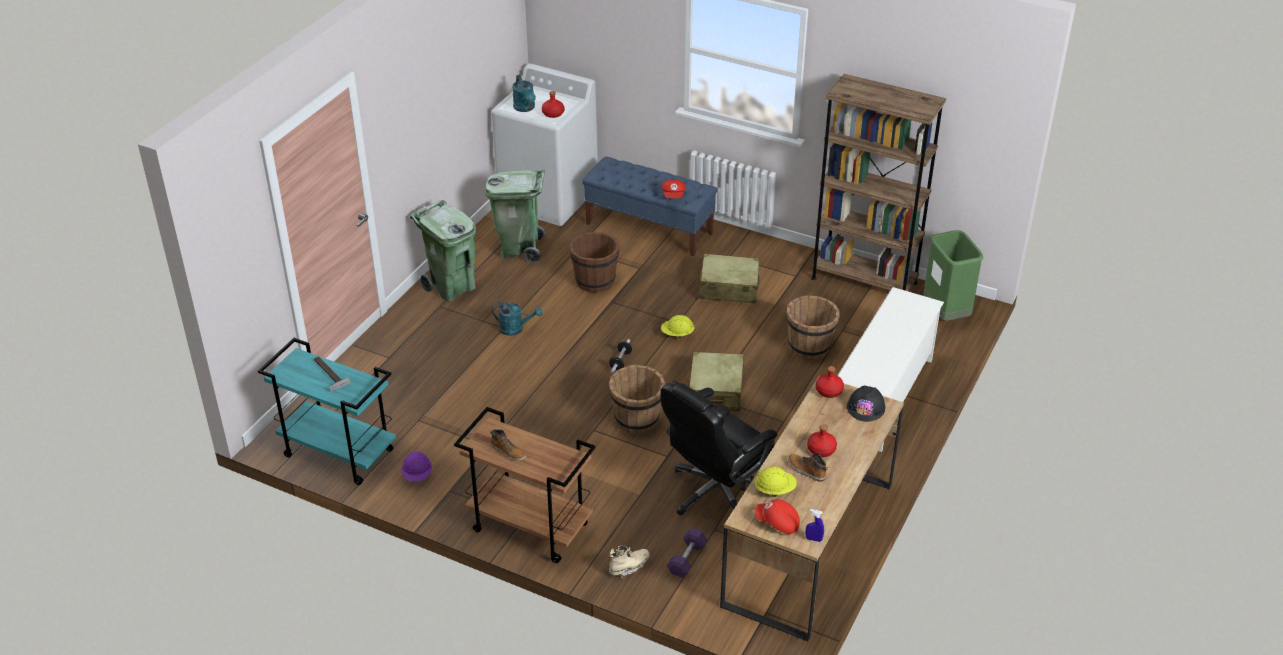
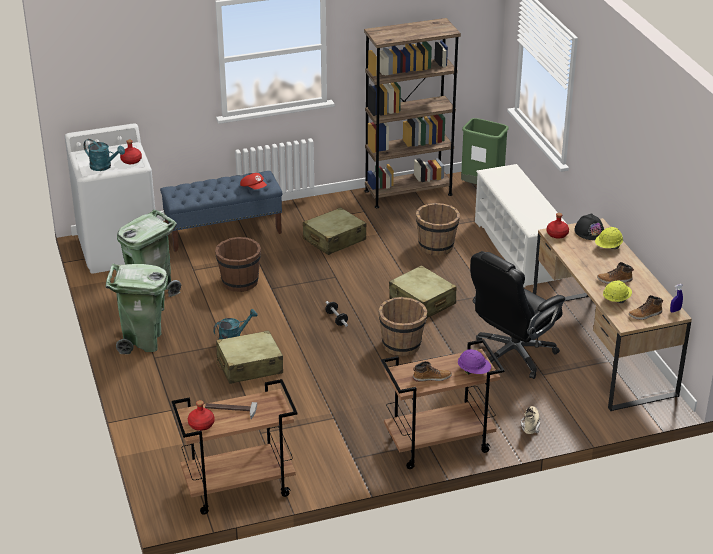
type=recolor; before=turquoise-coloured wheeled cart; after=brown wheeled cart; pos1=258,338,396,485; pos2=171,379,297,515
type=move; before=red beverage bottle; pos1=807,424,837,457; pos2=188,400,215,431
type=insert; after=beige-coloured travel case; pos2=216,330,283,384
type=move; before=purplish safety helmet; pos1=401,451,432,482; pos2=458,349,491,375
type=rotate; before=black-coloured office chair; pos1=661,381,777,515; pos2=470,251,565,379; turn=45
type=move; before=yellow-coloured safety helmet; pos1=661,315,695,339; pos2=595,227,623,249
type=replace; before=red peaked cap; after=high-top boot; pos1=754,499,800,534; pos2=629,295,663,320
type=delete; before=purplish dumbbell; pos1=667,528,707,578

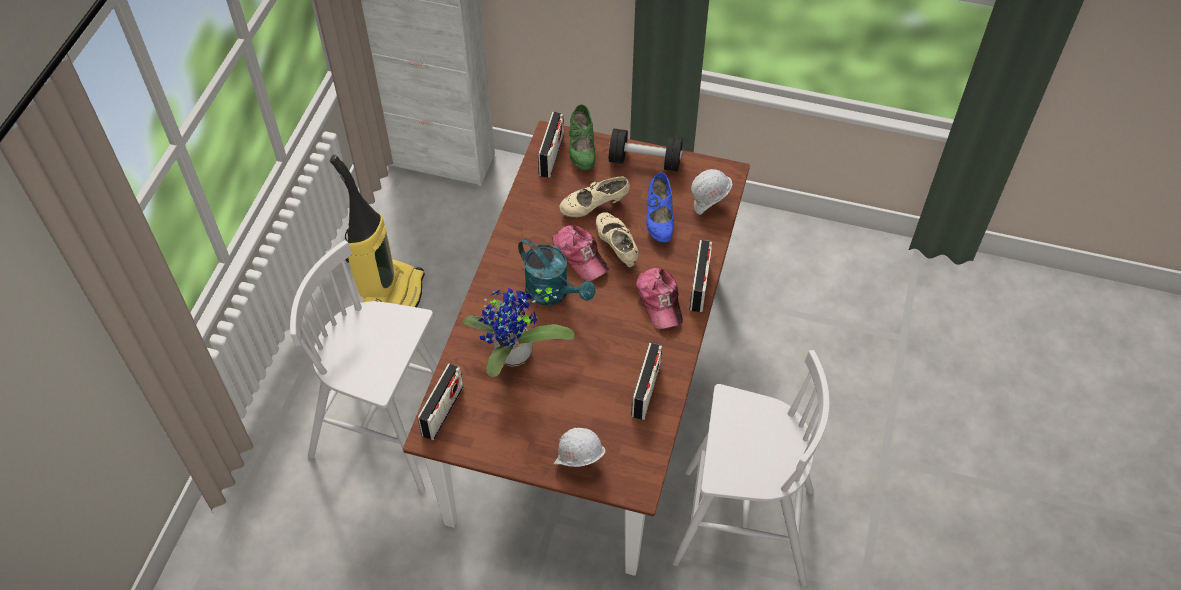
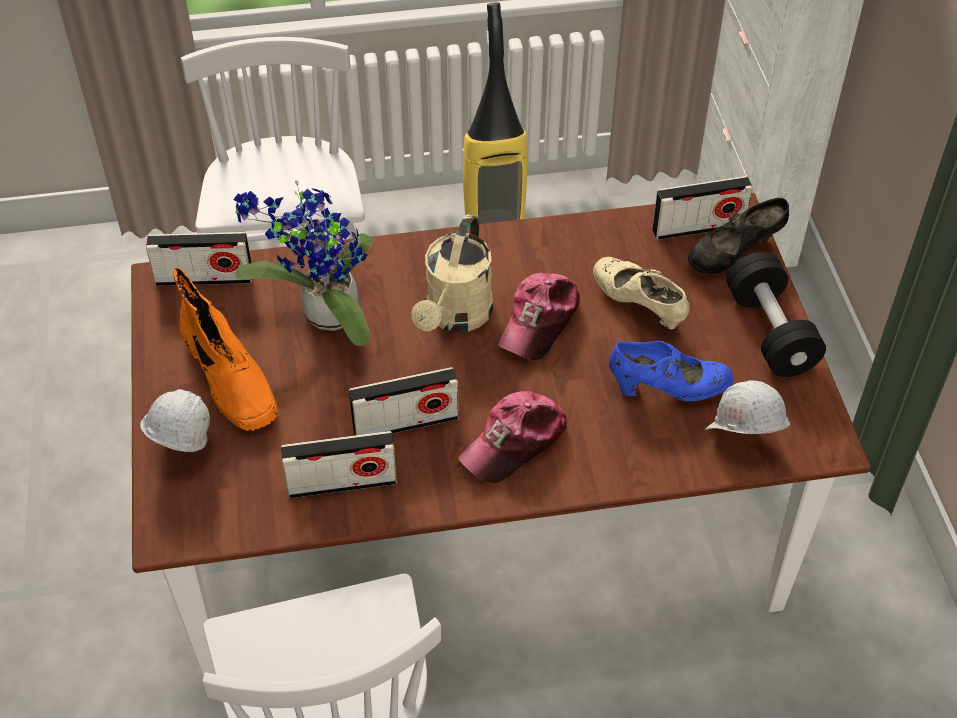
type=insert; after=orange-coloured high-top boot; pos2=173,267,278,431
type=move; before=radio set; pos1=689,240,712,312; pos2=349,367,459,435
type=recolor; before=turquoise-coloured watering can; after=beige-coloured watering can; pos1=518,238,595,306; pos2=411,214,493,332
type=rotate; before=bluish item of footwear; pos1=646,172,674,242; pos2=609,341,733,402; turn=-150
type=recolor; before=green-coloured item of footwear; after=black-coloured item of footwear; pos1=569,104,595,170; pos2=688,198,789,274
type=delete; before=beige-coloured item of footwear; pos1=596,212,638,267

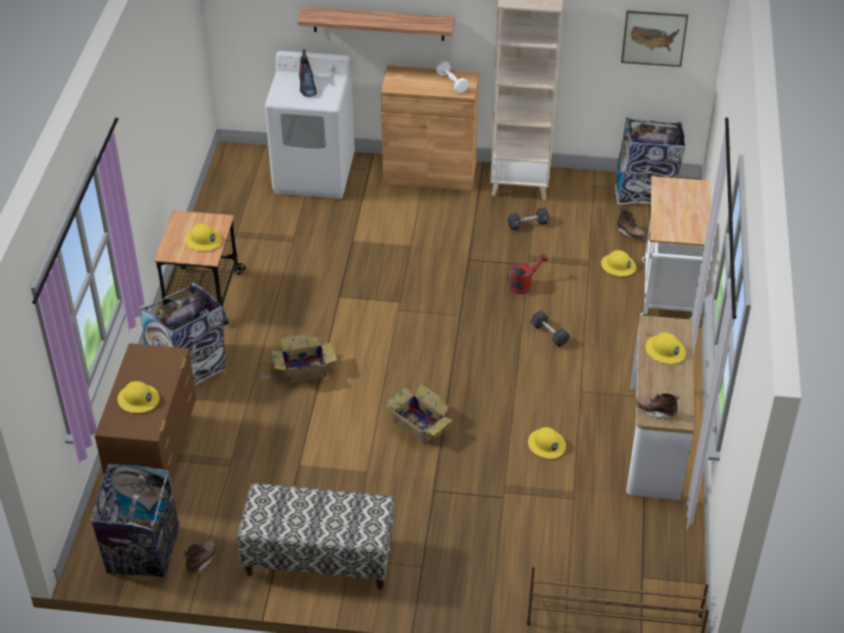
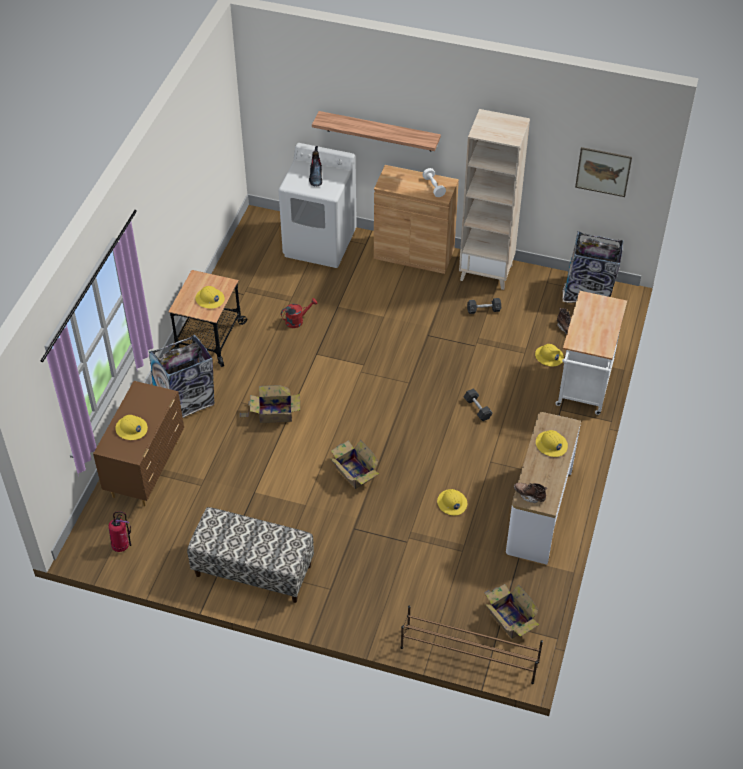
type=replace; before=rubbish bin; after=extinguisher; pos1=91,464,180,577; pos2=109,511,131,552
type=move; before=red watering can; pos1=507,254,548,294; pos2=281,298,318,328
type=insert; after=carton; pos2=484,584,539,639
type=delete; before=brown high-top boot; pos1=184,540,216,573

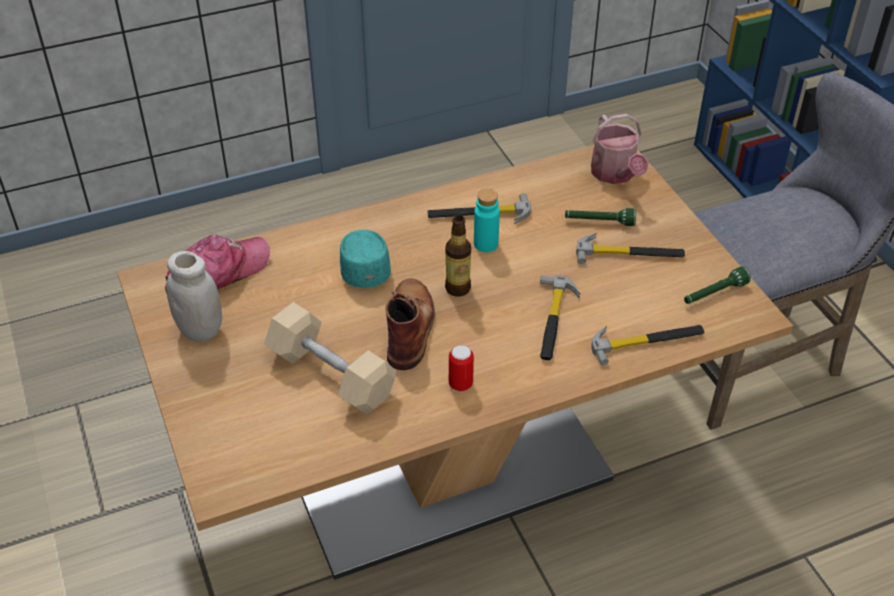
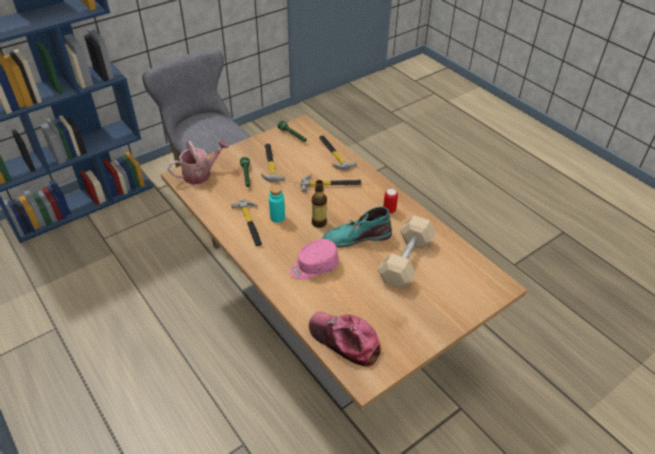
type=recolor; before=turquoise-coloured peaked cap; after=pinkish peaked cap; pos1=340,230,391,288; pos2=290,239,339,279
type=recolor; before=brown high-top boot; after=turquoise-coloured high-top boot; pos1=385,278,435,370; pos2=322,206,392,247
type=delete; before=white preserve jar; pos1=166,251,222,341

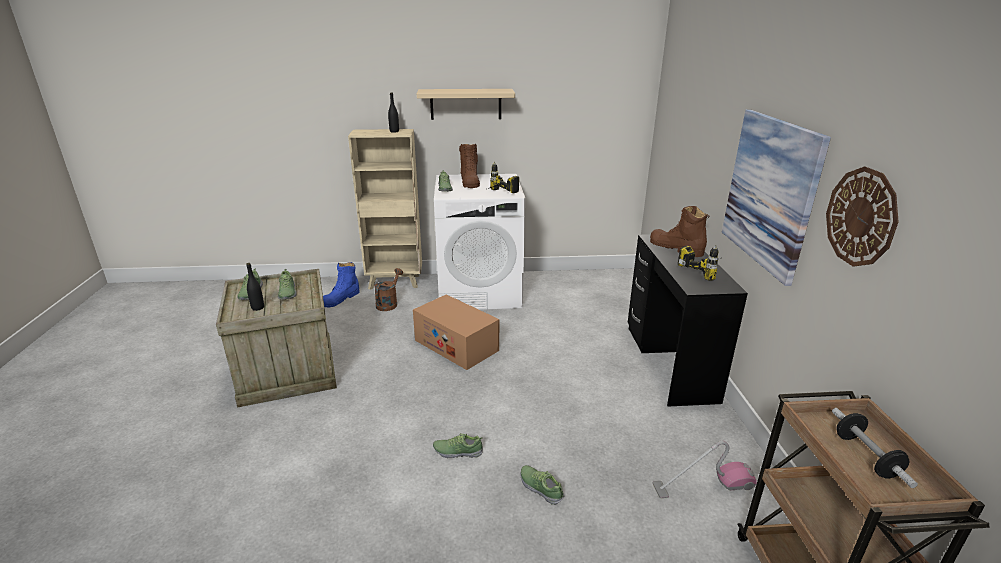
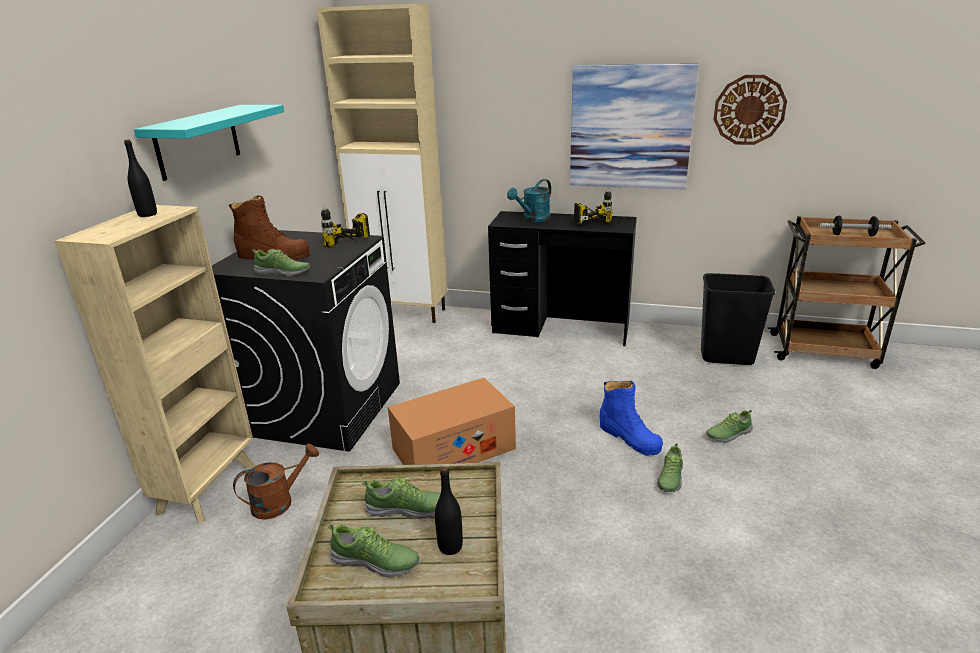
type=recolor; before=beige-coloured bracket shelf; after=turquoise-coloured bracket shelf; pos1=417,89,515,120; pos2=134,105,284,181
type=recolor; before=white laundry machine; after=black-coloured laundry machine; pos1=434,174,525,310; pos2=212,230,400,451
type=rotate; before=brown watering can; pos1=374,268,403,311; pos2=233,443,319,520; turn=105
type=insert; after=beige-coloured cupboard; pos2=317,4,447,323
type=replace; before=brown high-top boot; after=turquoise-coloured watering can; pos1=650,206,710,257; pos2=507,179,551,222
type=move; before=bluish high-top boot; pos1=323,262,360,307; pos2=599,381,663,456
type=replace; before=vacuum cleaner; after=black-coloured rubbish bin; pos1=653,441,757,499; pos2=701,273,775,365

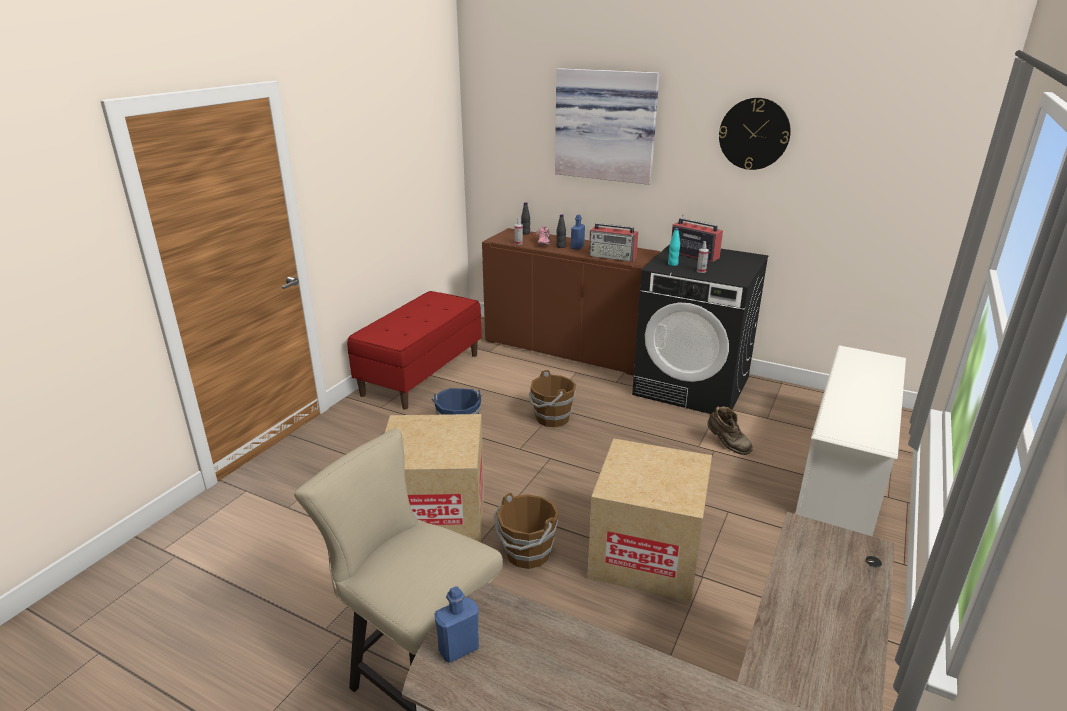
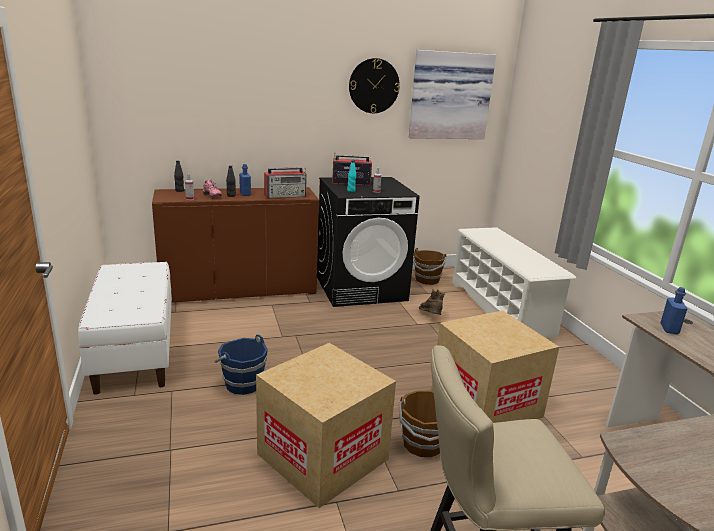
type=recolor; before=red long seat; after=white long seat; pos1=347,291,482,409; pos2=78,262,172,395
type=move; before=wall art; pos1=555,68,660,185; pos2=409,50,496,139
type=move; before=brown pail; pos1=529,370,576,427; pos2=413,248,446,285
type=rotate; before=brown high-top boot; pos1=707,406,753,455; pos2=419,289,446,315; turn=-105
type=move; before=bluish beverage bottle; pos1=435,586,479,663; pos2=660,287,688,334

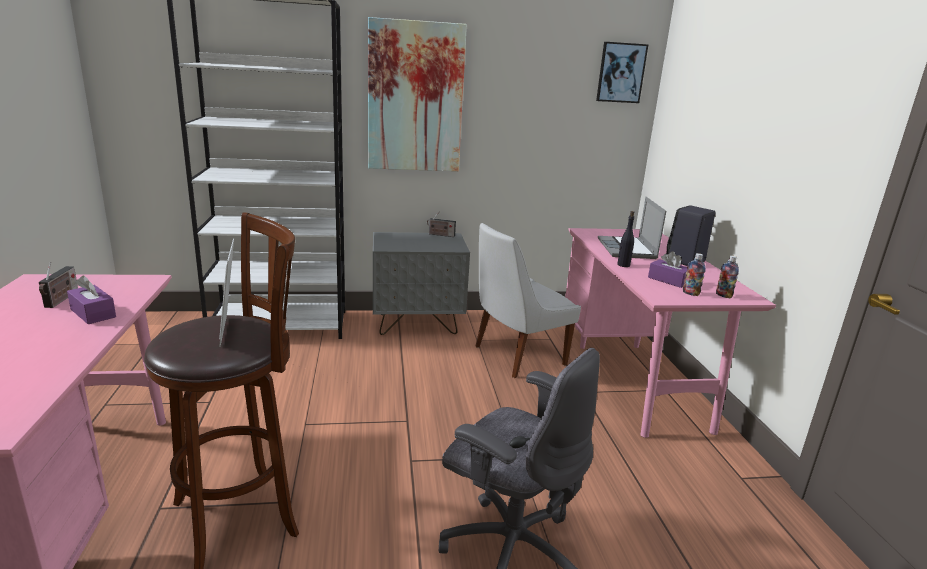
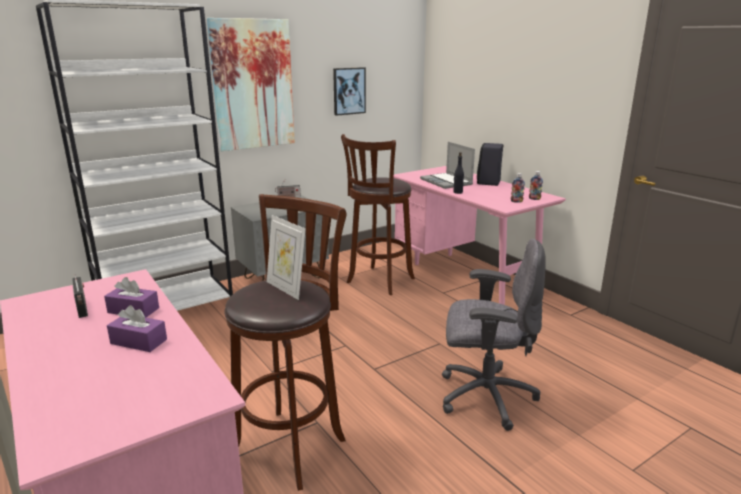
type=move; before=purplish tissue box; pos1=648,251,687,288; pos2=107,305,167,352
type=move; before=wall art; pos1=596,42,648,103; pos2=333,67,366,116
type=replace; before=white chair; after=brown stool seat; pos1=476,223,581,378; pos2=341,134,415,295

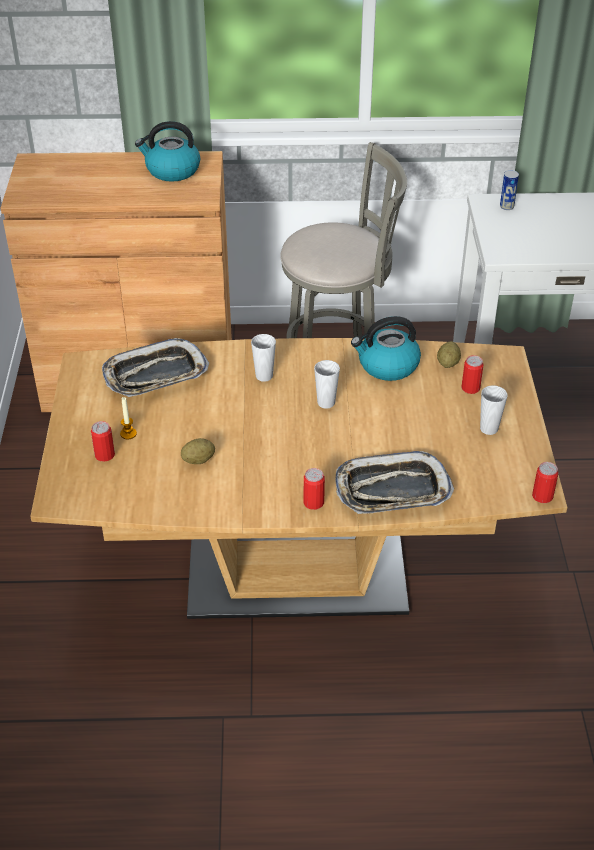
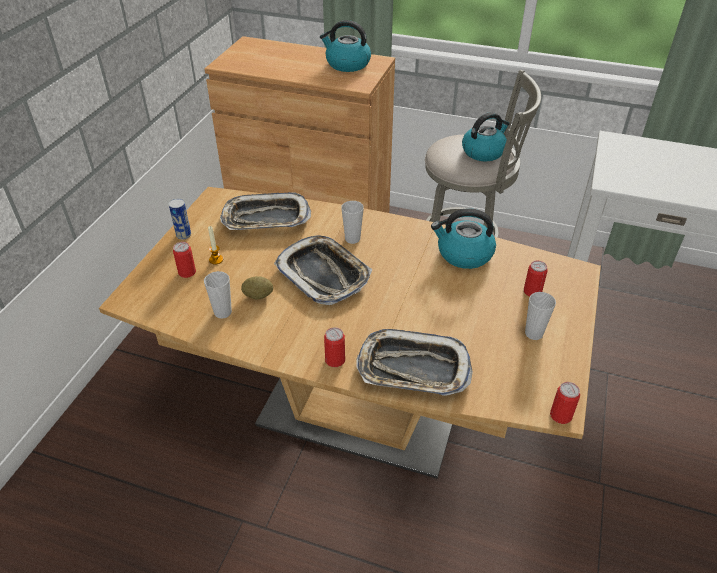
type=move; before=sealed can; pos1=500,170,519,210; pos2=169,199,191,240
type=move; before=drinking cup; pos1=314,360,340,409; pos2=204,271,232,319
type=insert; after=carrying tray; pos2=274,235,373,305
type=insert; after=water kettle; pos2=462,112,510,161
type=delete; before=potato; pos1=437,341,461,368

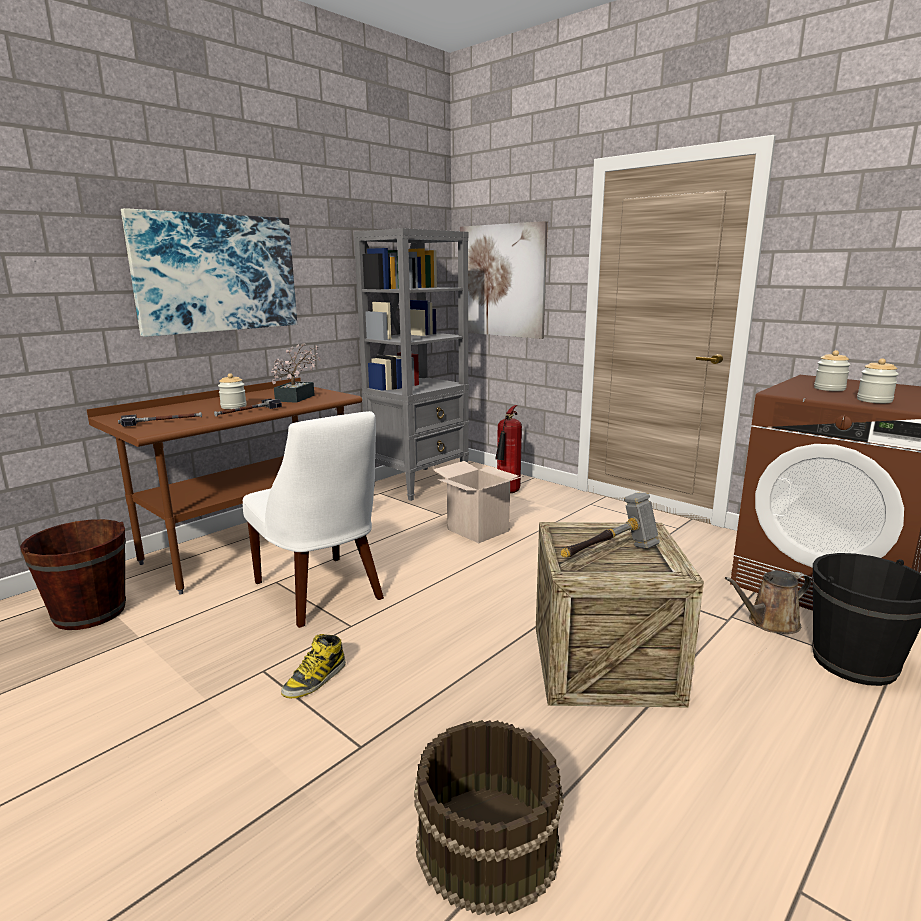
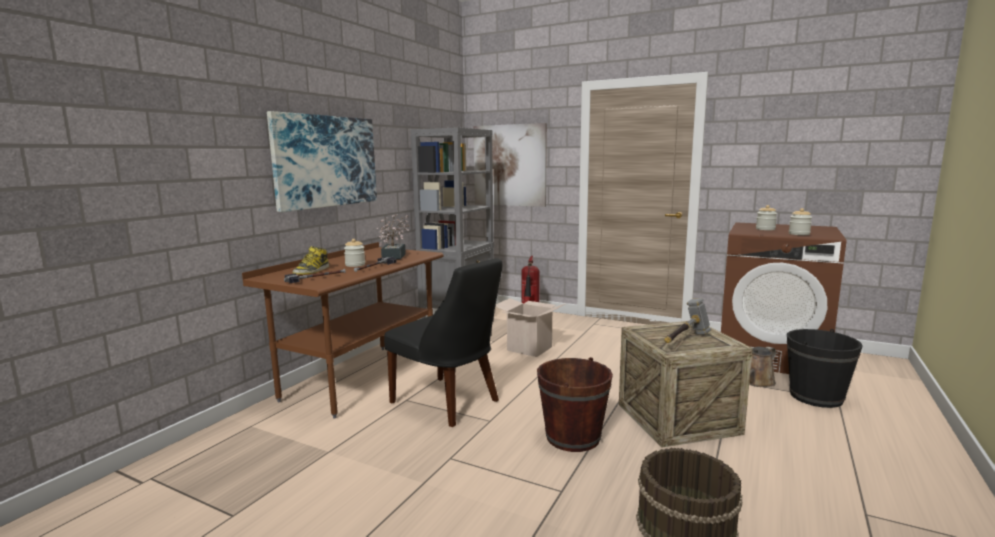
type=move; before=high-top boot; pos1=281,634,346,698; pos2=293,246,329,275
type=recolor; before=white chair; after=black-coloured chair; pos1=242,411,384,628; pos2=384,258,502,427
type=move; before=brown pail; pos1=20,519,126,630; pos2=537,357,613,452

